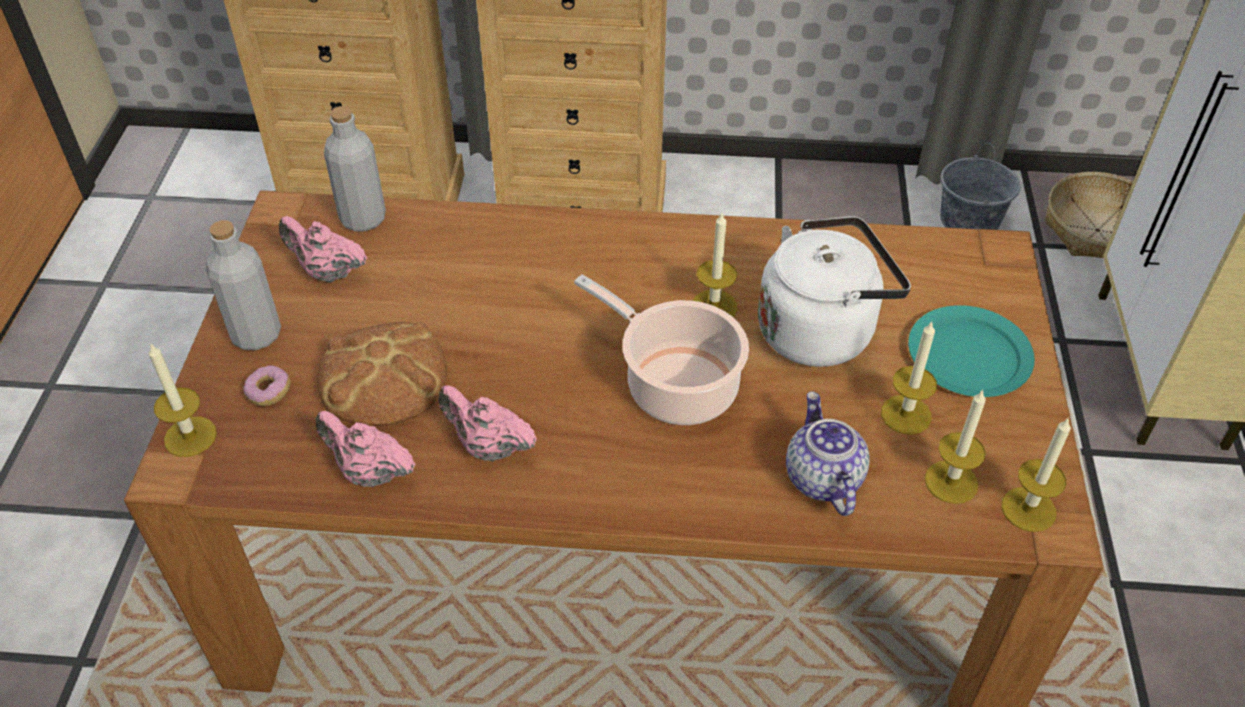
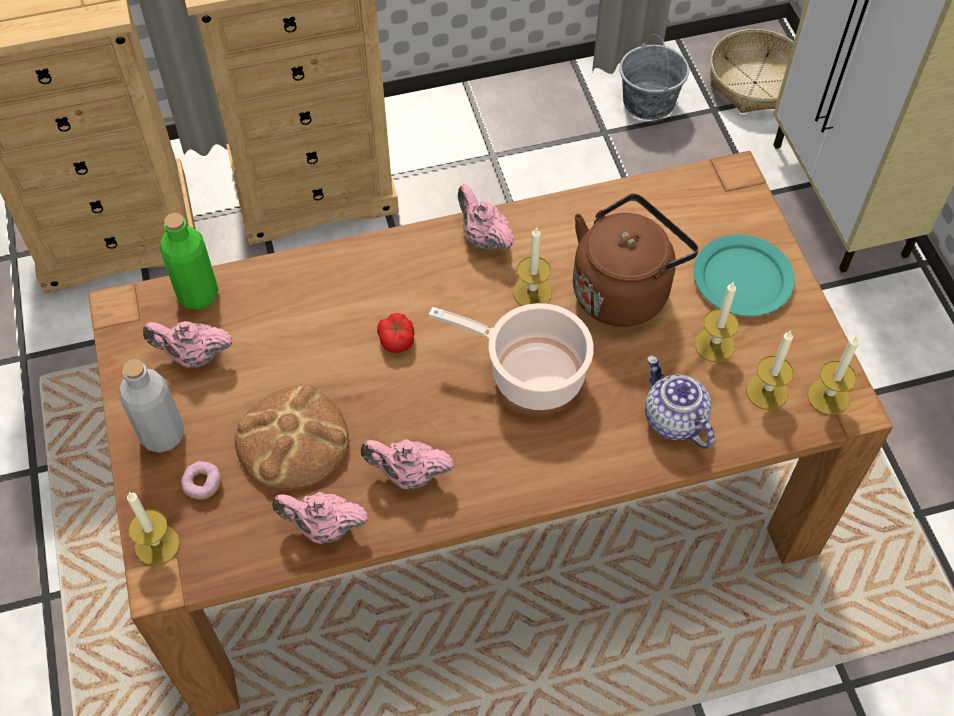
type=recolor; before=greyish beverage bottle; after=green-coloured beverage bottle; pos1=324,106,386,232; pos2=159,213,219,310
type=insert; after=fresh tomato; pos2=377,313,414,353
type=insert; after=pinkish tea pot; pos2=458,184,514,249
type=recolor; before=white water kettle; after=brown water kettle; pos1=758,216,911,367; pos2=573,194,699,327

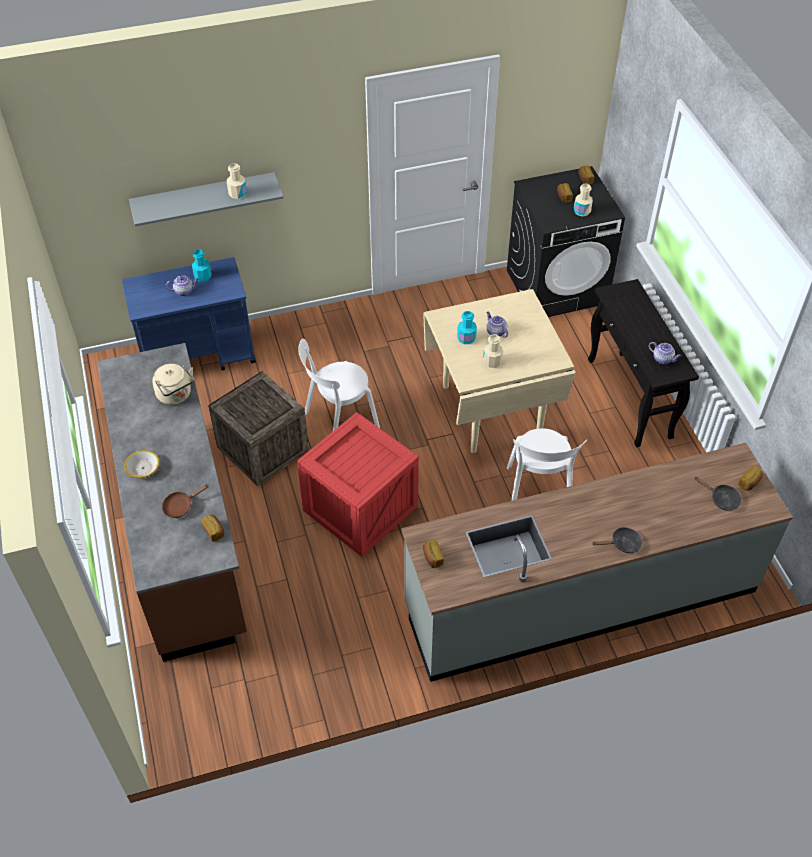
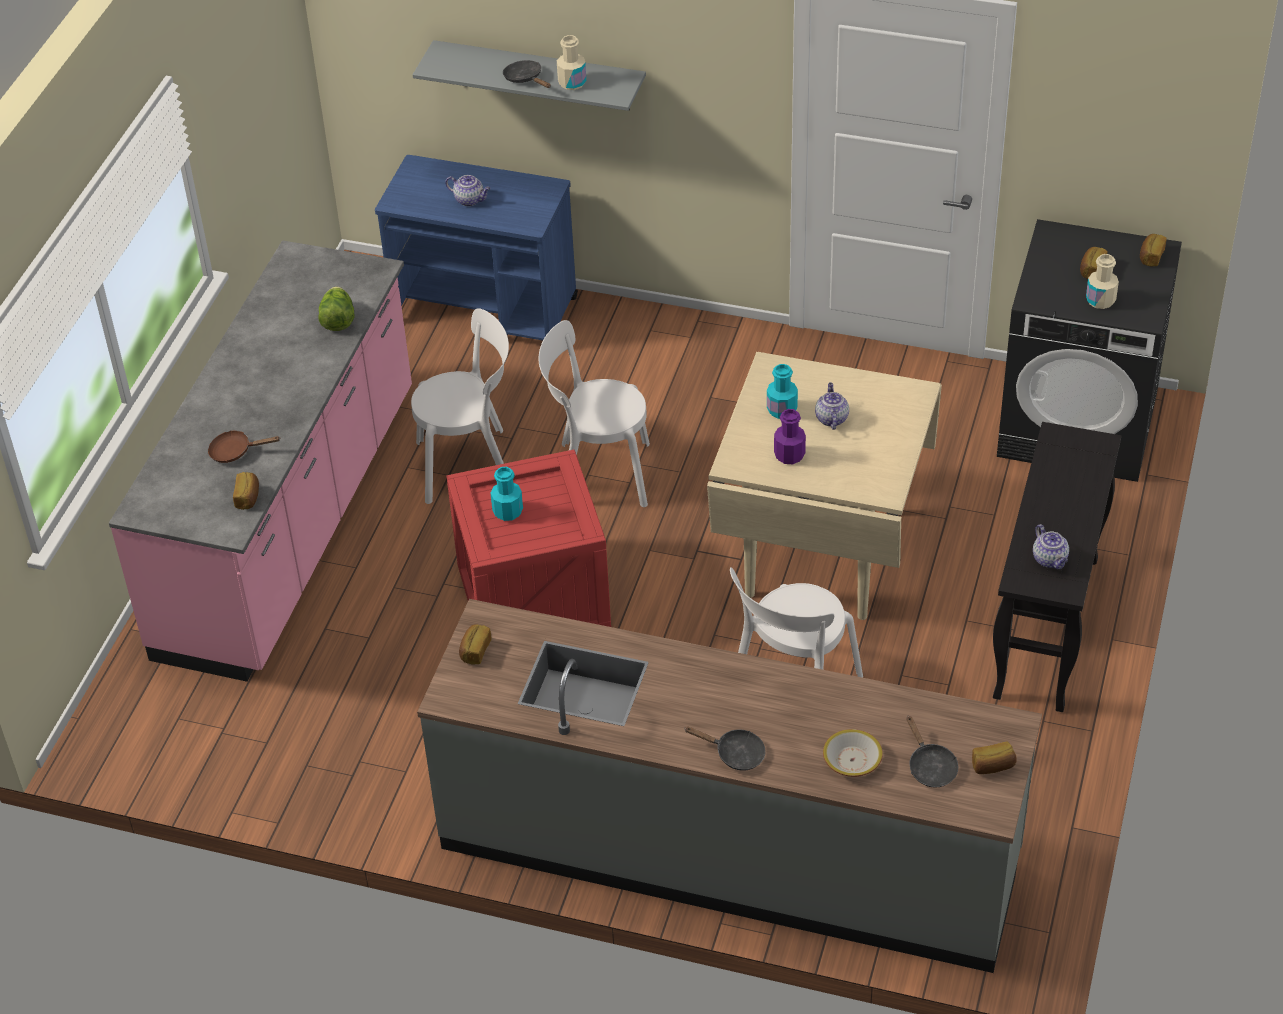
type=recolor; before=brown kitchen counter; after=pinkish kitchen counter; pos1=97,343,247,662; pos2=109,240,412,682
type=replace; before=beige-coloured water kettle; after=lettuce head; pos1=152,364,194,405; pos2=319,287,355,331
type=replace; before=crate; after=white chair; pos1=208,371,309,486; pos2=411,308,509,504
type=move; before=turquoise-coloured beverage bottle; pos1=192,249,212,282; pos2=490,467,523,521
type=insert; after=black-coloured frying pan; pos2=503,60,551,88
type=recolor; before=beige-coloured beverage bottle; after=purplish beverage bottle; pos1=483,334,503,368; pos2=774,409,806,464
type=move; before=deep dish; pos1=124,450,160,478; pos2=823,729,883,777

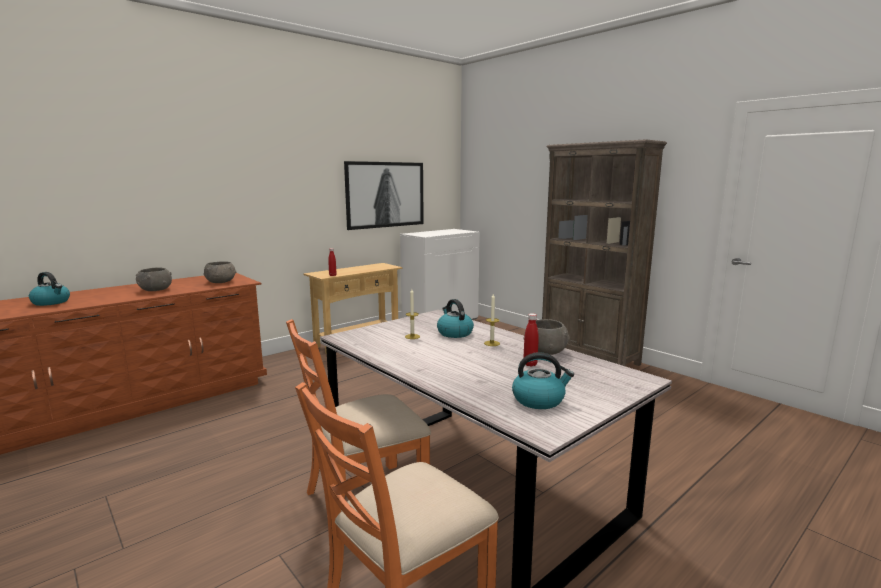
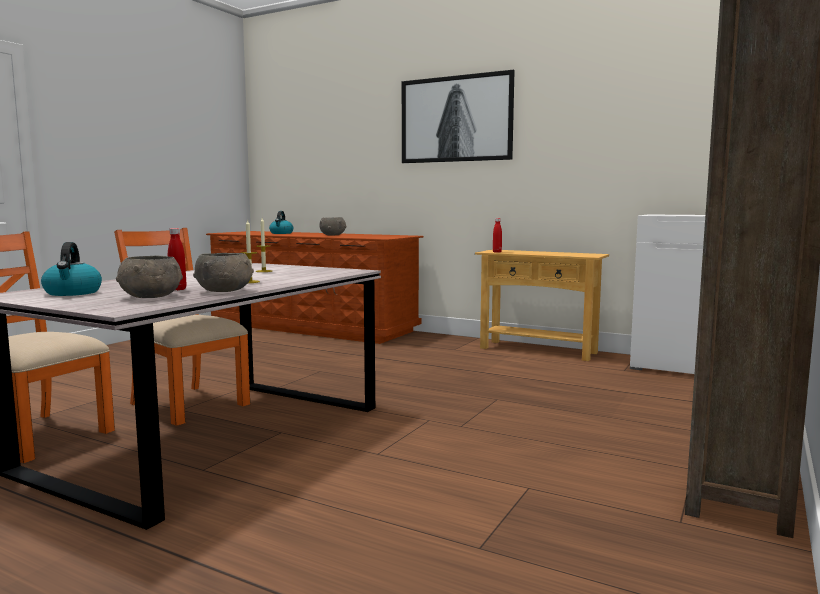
type=move; before=greyish deep dish; pos1=204,261,236,283; pos2=116,256,183,298
type=move; before=wall art; pos1=344,161,424,230; pos2=402,69,515,163
type=delete; before=water kettle; pos1=437,299,474,338

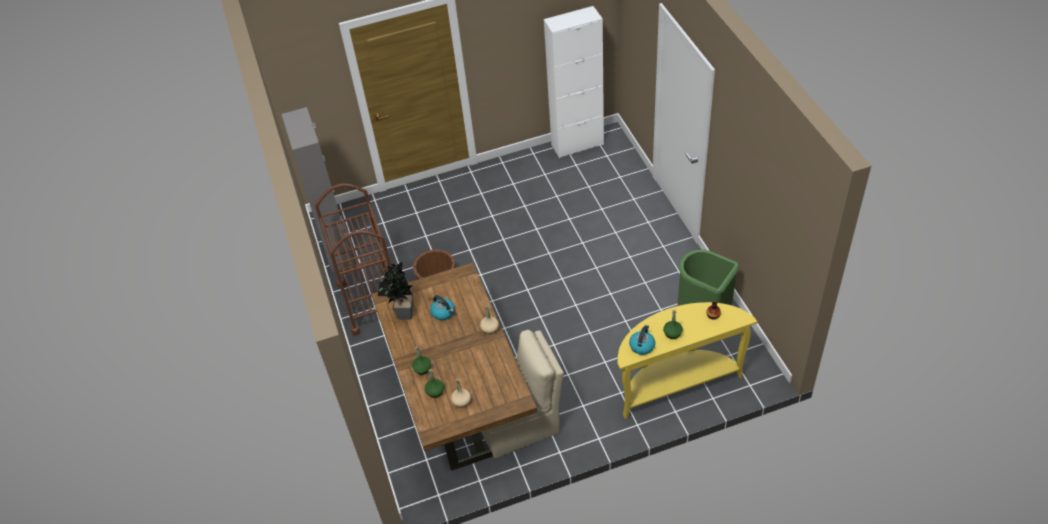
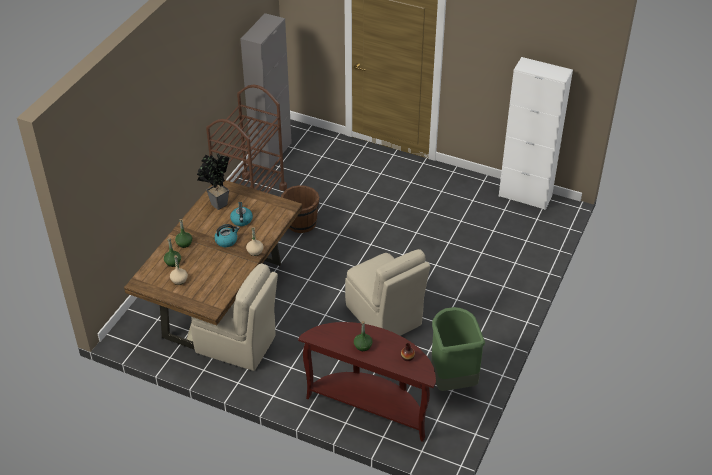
type=move; before=water kettle; pos1=629,325,655,355; pos2=214,224,240,247
type=recolor; before=yellow-coloured narrow table; after=brown narrow table; pos1=618,302,757,419; pos2=298,322,436,442
type=insert; after=beige-coloured chair; pos2=345,249,430,336

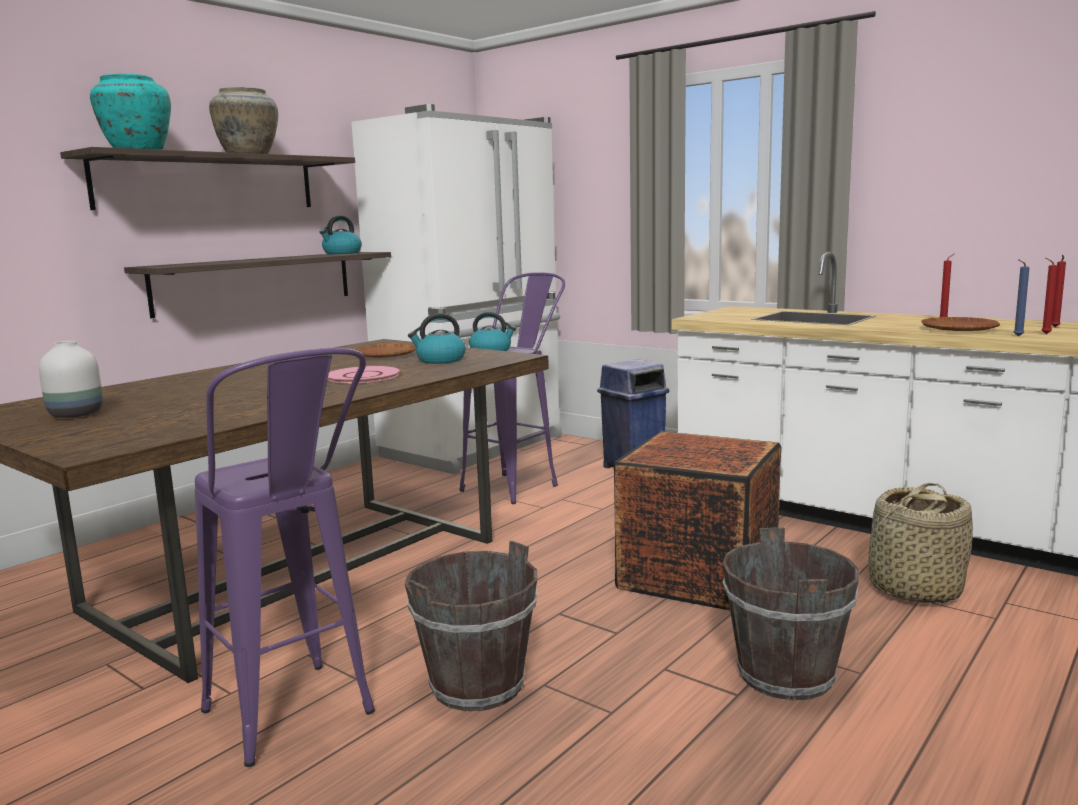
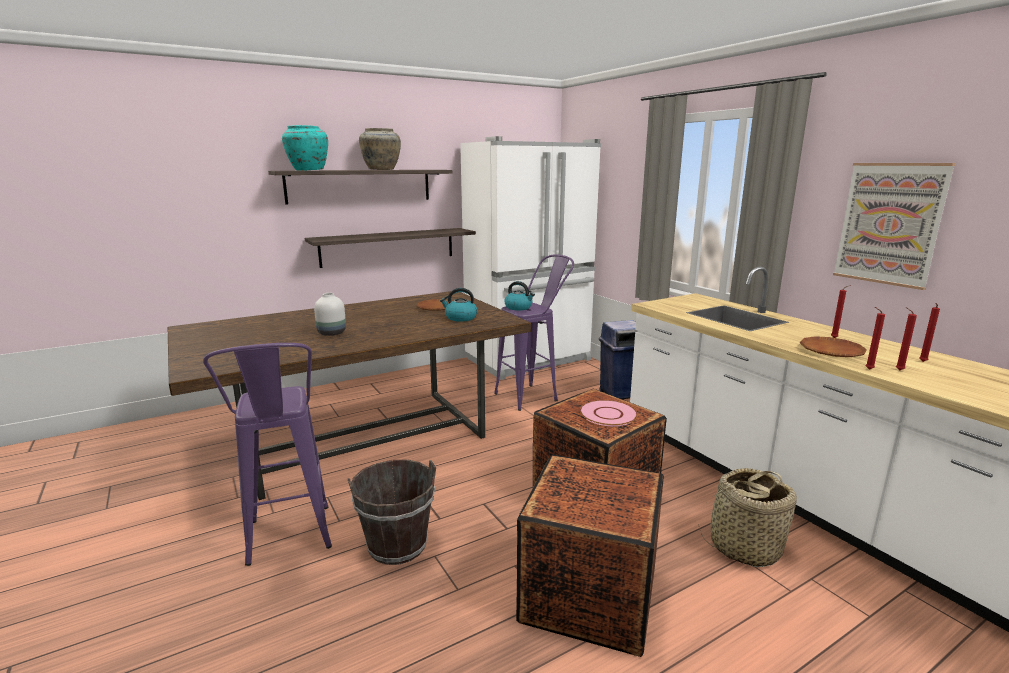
type=move; before=white vase; pos1=39,341,103,418; pos2=314,293,346,336
type=replace; before=brown pail; after=crate; pos1=722,527,859,700; pos2=516,454,664,657
type=move; before=pinkish plate; pos1=327,366,402,383; pos2=580,400,638,426
type=insert; after=wall art; pos2=833,163,955,290
type=recolor; before=bluish wax light; after=red wax light; pos1=1014,259,1030,337; pos2=866,307,885,370
type=delete; before=water kettle; pos1=320,216,362,254

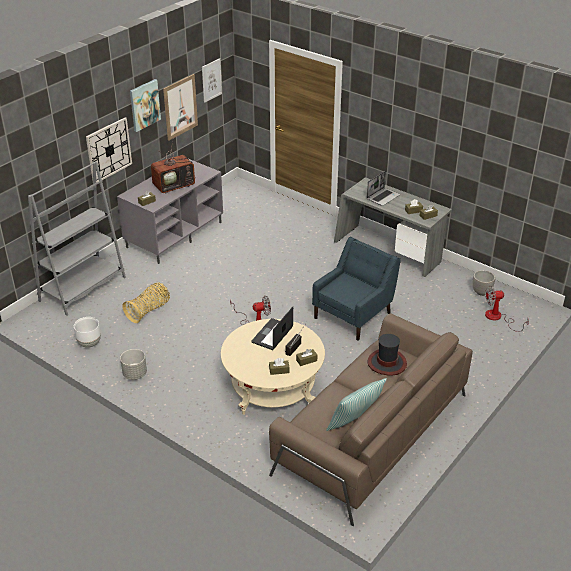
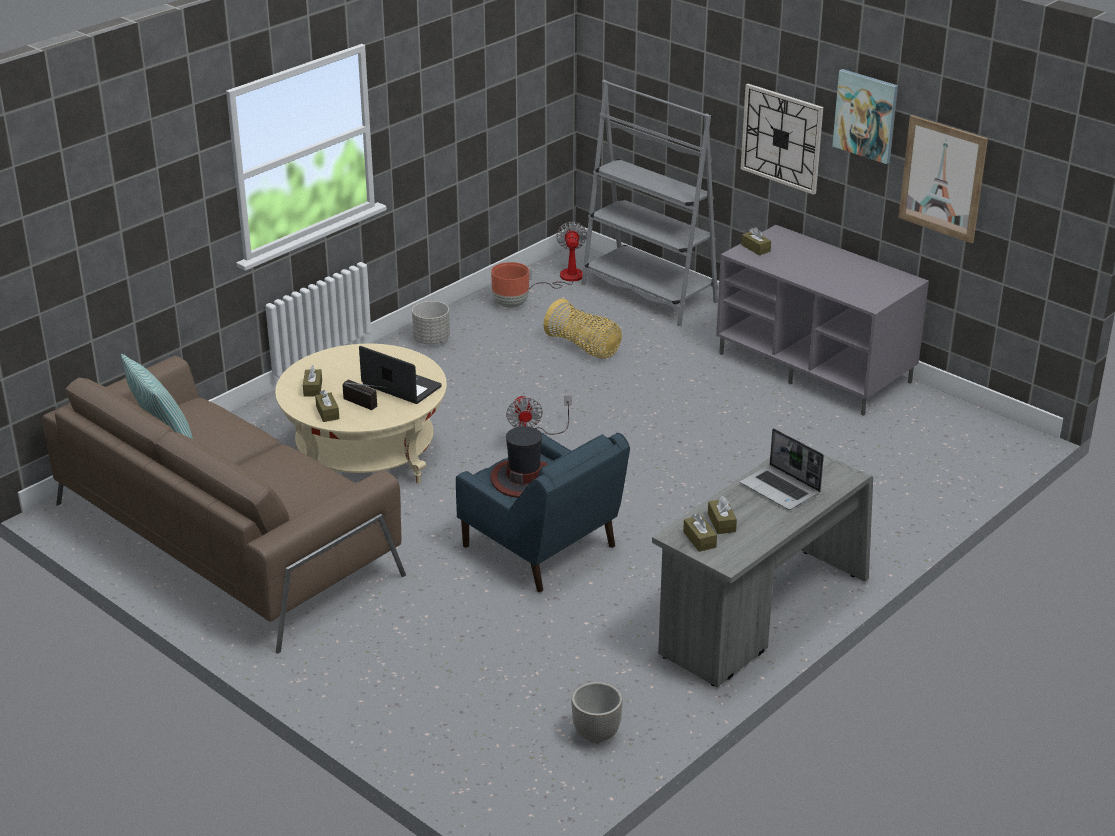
type=recolor; before=white plant pot; after=brown plant pot; pos1=74,317,101,348; pos2=491,262,529,308
type=move; before=wearable hat; pos1=368,334,407,376; pos2=491,426,547,498
type=move; before=cooling fan; pos1=485,286,529,332; pos2=529,222,587,289
type=delete; before=TV; pos1=151,141,196,194
type=delete; before=wall art; pos1=202,58,222,103

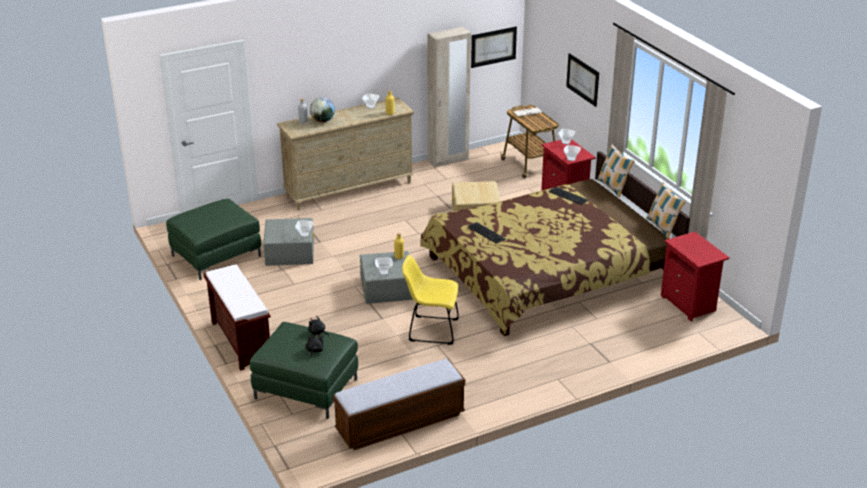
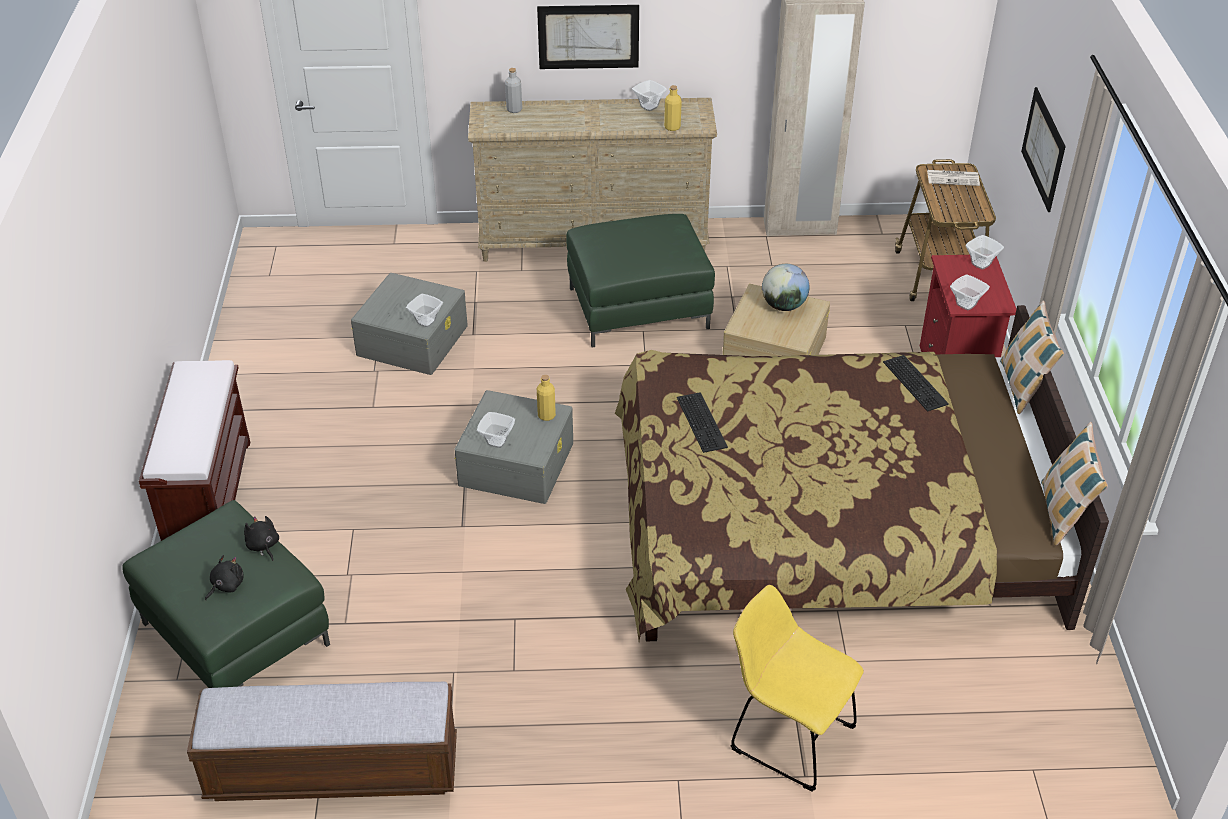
type=move; before=wall art; pos1=471,27,517,68; pos2=537,5,639,69
type=move; before=green-coloured ottoman; pos1=166,199,261,280; pos2=567,214,715,348
type=move; before=yellow-coloured chair; pos1=402,255,459,345; pos2=731,585,864,792
type=move; before=globe; pos1=310,98,335,122; pos2=762,264,809,311
type=delete; before=red night table; pos1=661,232,730,322

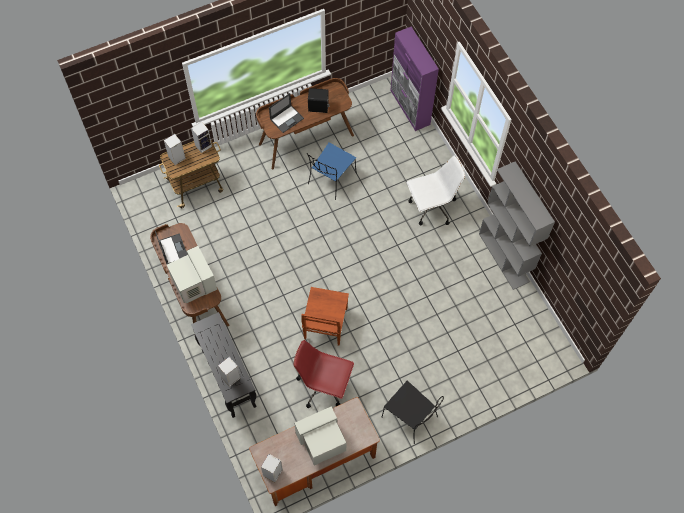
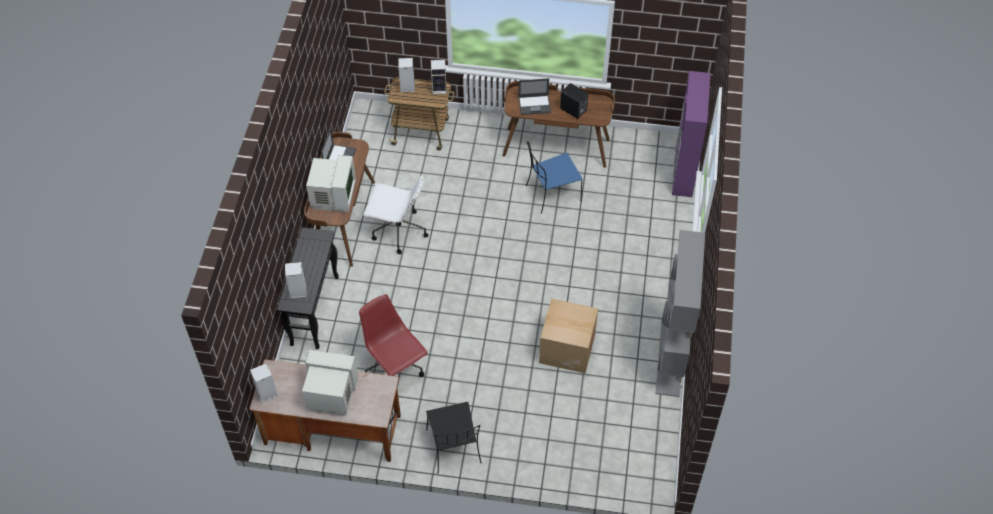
type=move; before=white office chair; pos1=407,156,465,225; pos2=363,175,429,254
type=insert; after=carton; pos2=539,299,598,373
type=delete; before=brown chair; pos1=301,287,349,346

